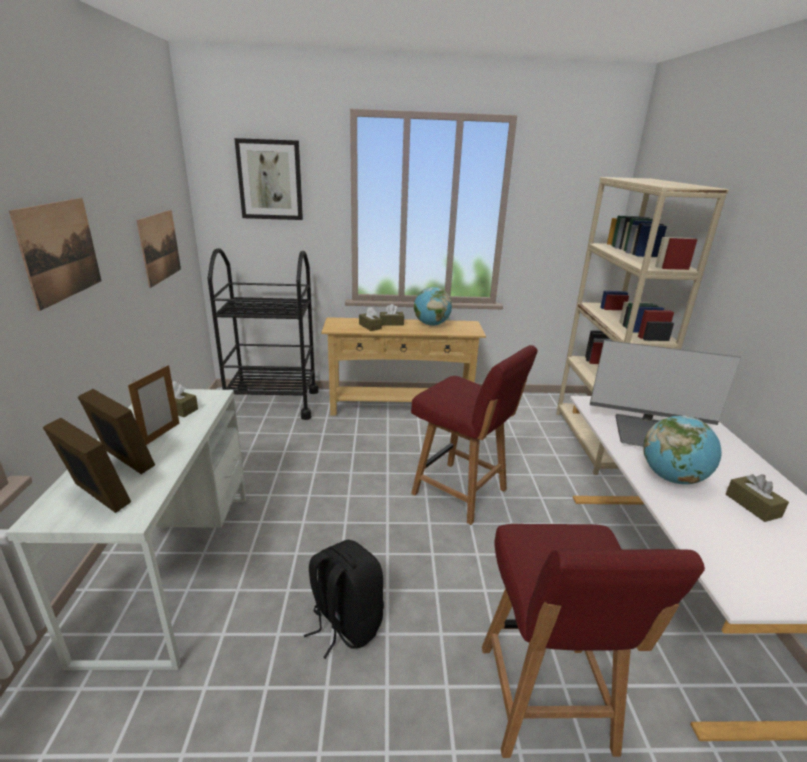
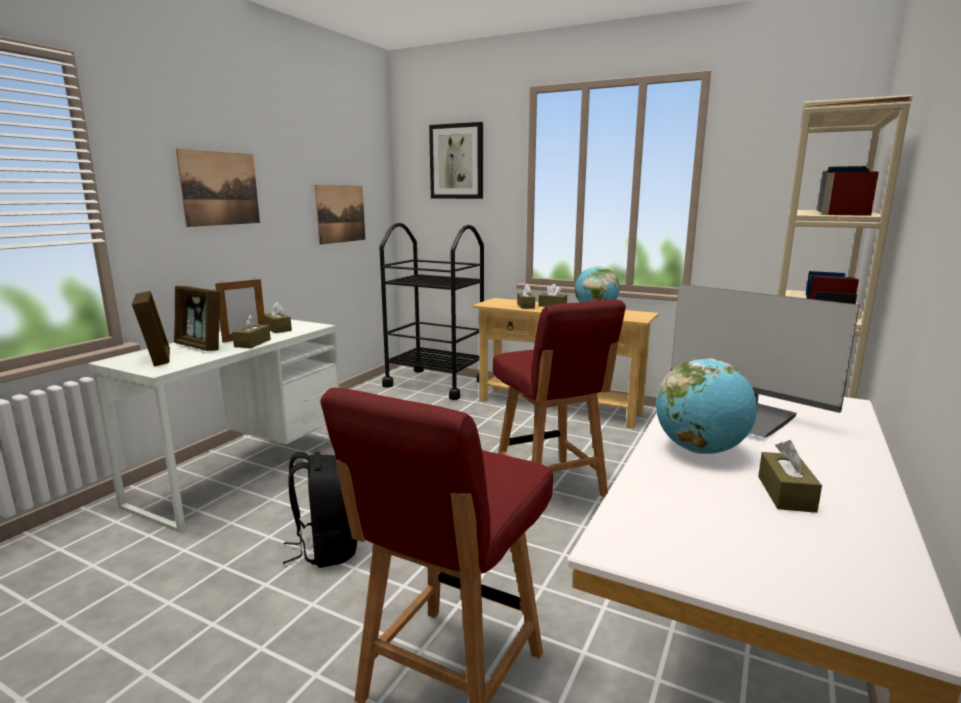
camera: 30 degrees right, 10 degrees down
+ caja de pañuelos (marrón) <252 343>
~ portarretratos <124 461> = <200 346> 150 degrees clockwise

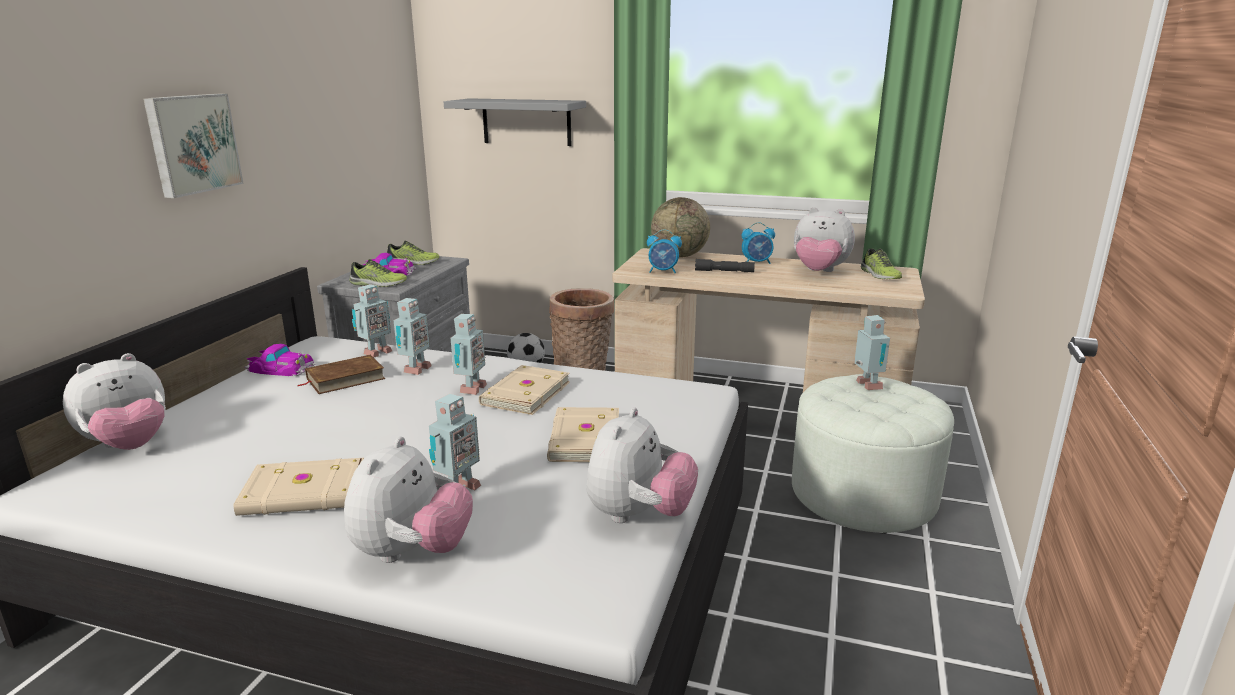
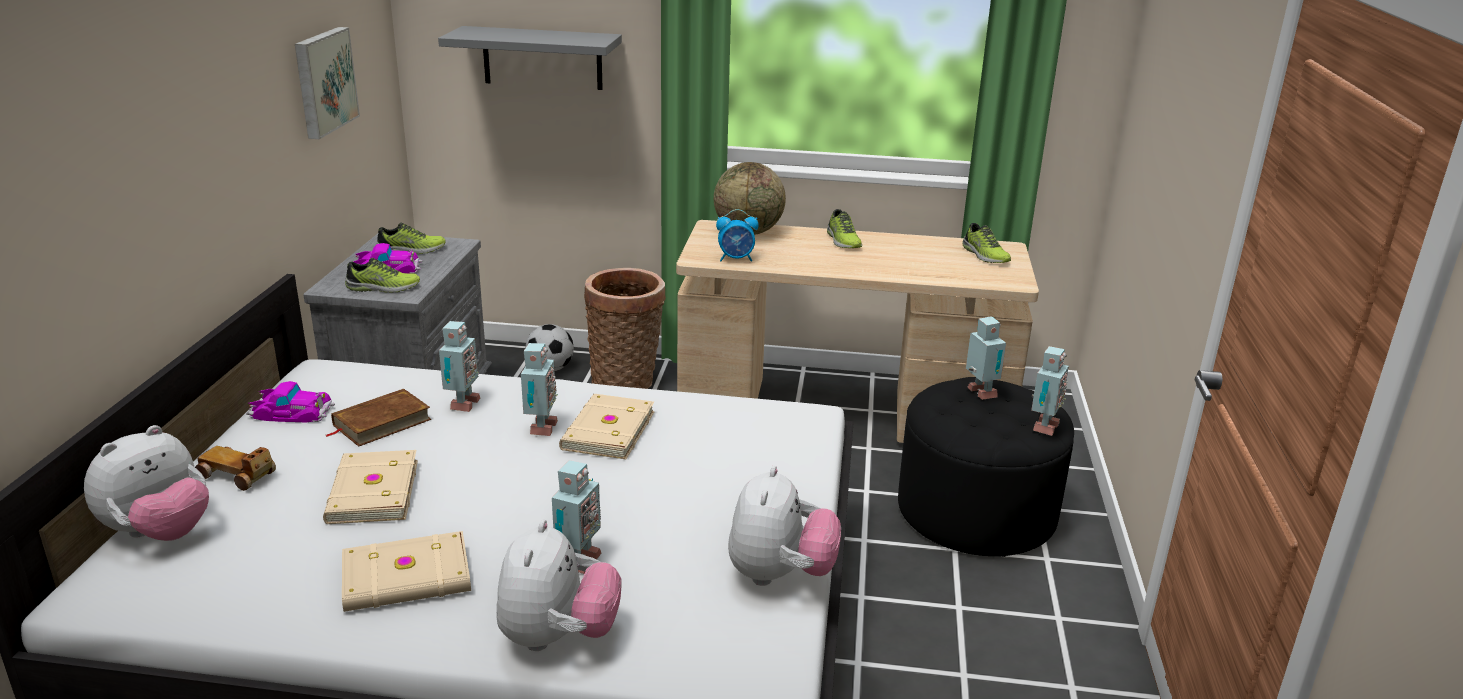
camera: 10 degrees left, 5 degrees up
- linterna (gris) <724 271>
- peluche <819 272>
+ coche de juguete <238 476>
~ cuadro <192 143> to <323 81>
~ robot de juguete <376 353> to <1042 427>
~ libro (beis) <583 439> to <370 492>
~ despertador <757 263> to zapato <842 241>
~ puf (blanco) <863 494> to puf (negro) <976 512>

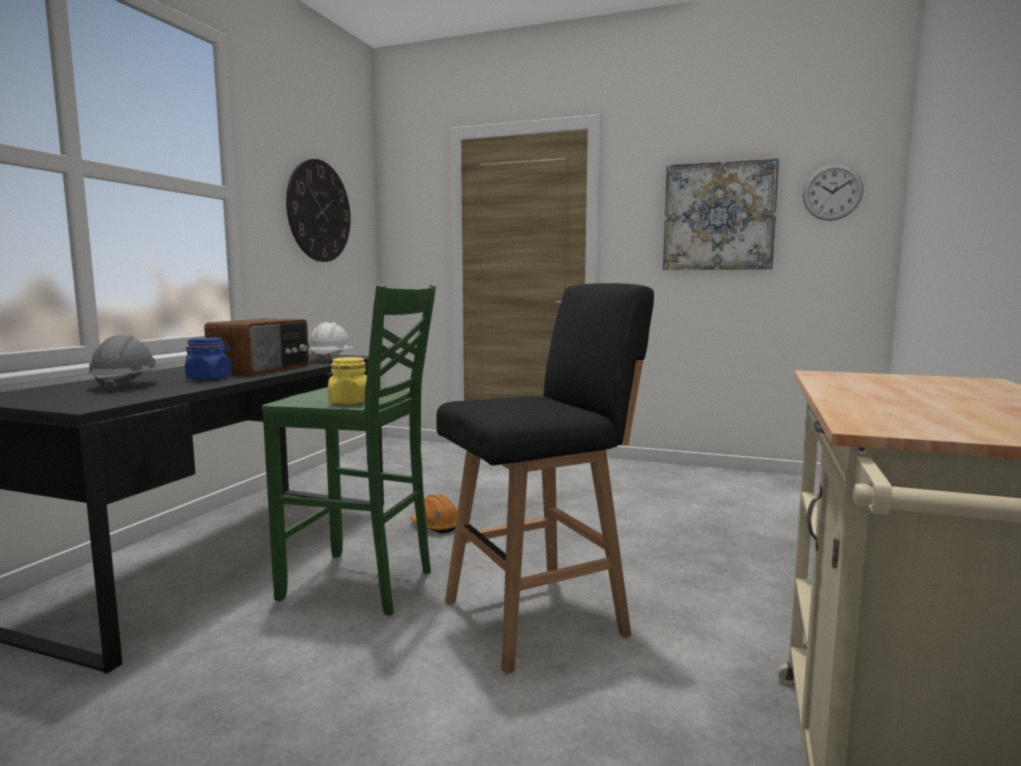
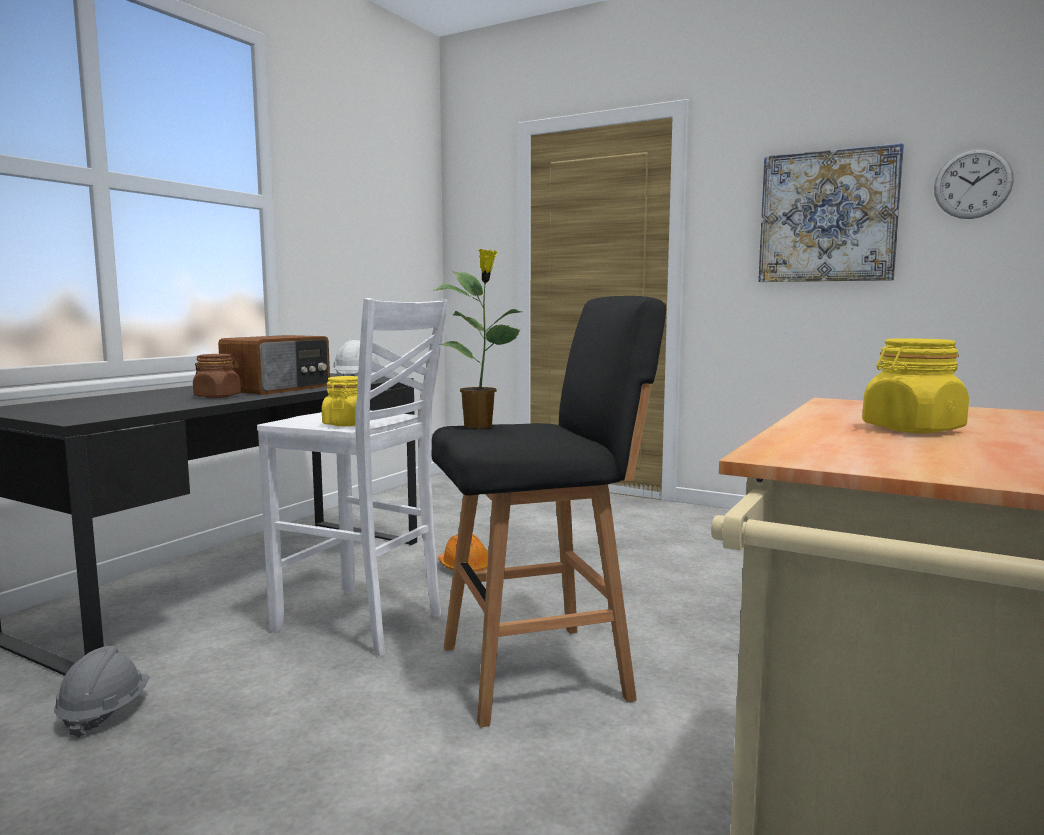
camera: 10 degrees right, 0 degrees up
- reloj de pared <319 211>
+ planta en maceta <480 426>
+ tarro (amarillo) <912 429>
~ casco (gris) <126 385> to <104 713>
~ tarro (azul) <209 378> to tarro (marrón) <218 396>
~ taburete (verde) <361 585> to taburete (blanco) <362 623>

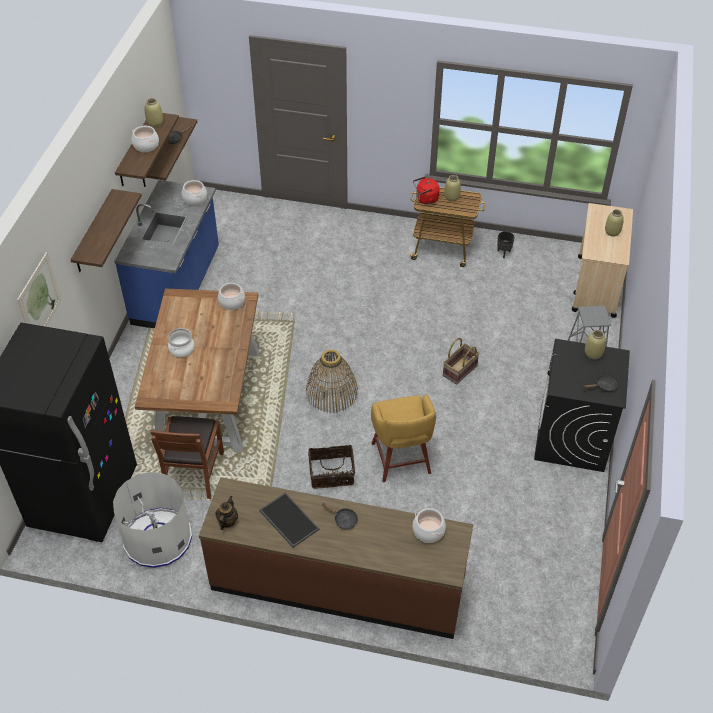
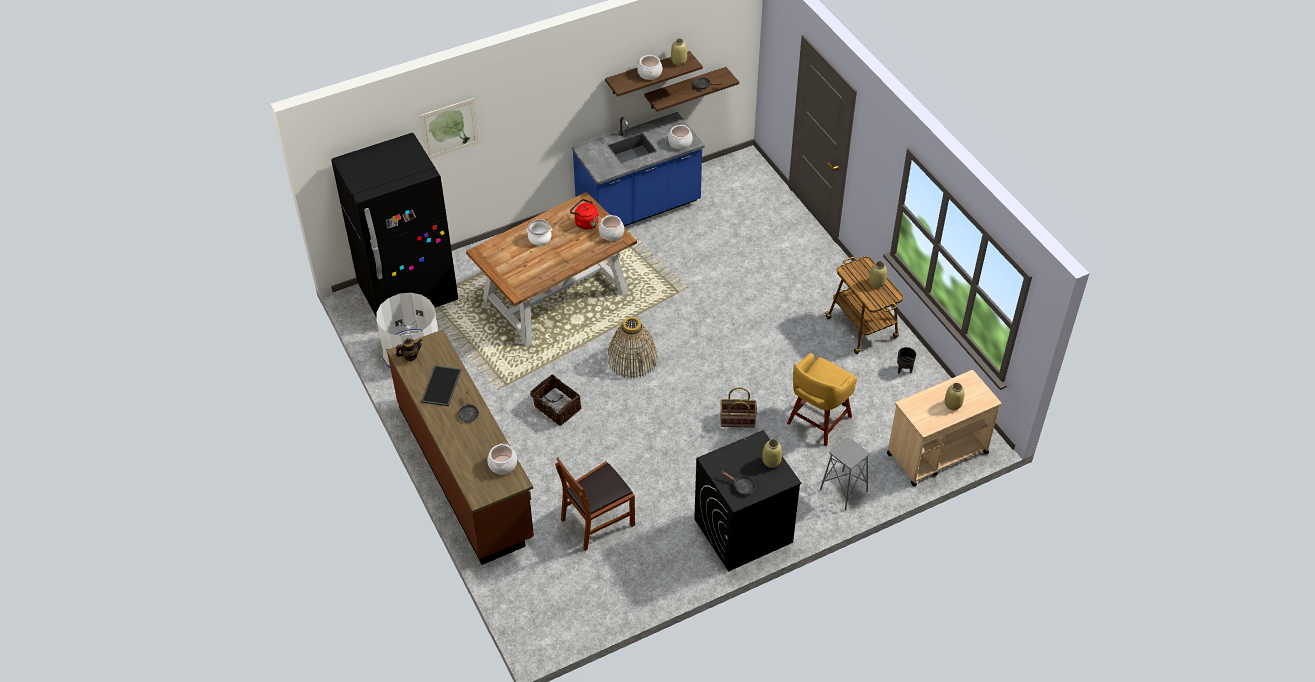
camera: 50 degrees right, 0 degrees up
- estante <94 232>
~ silla (marrón) <193 472> to <597 521>
~ taburete (amarillo) <401 460> to <817 421>
~ hervidor (rojo) <425 199> to <585 223>

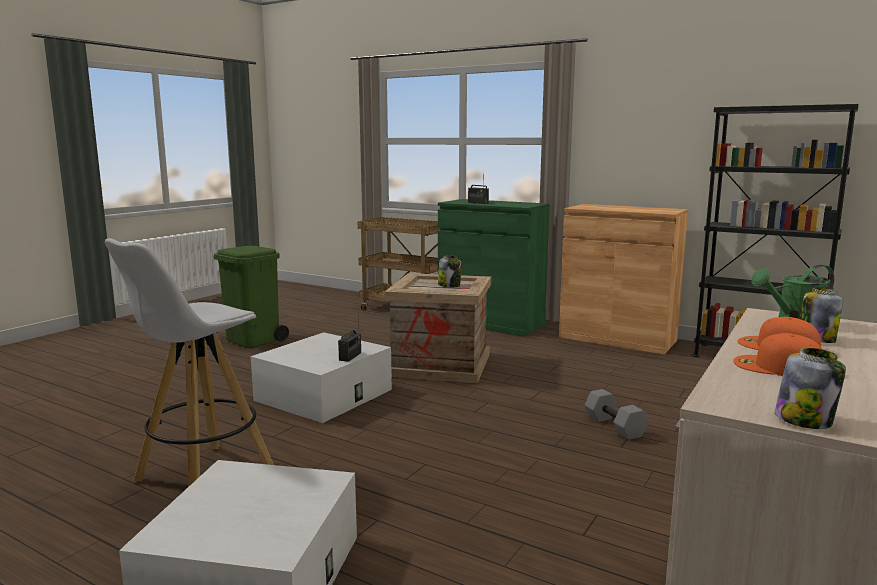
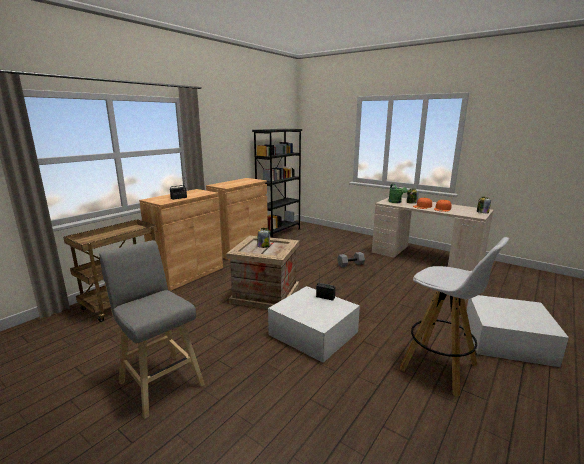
camera: 85 degrees left, 5 degrees up
~ papelera (verde) <253 340> to taburete (gris) <160 381>
~ armario (verde) <491 323> to armario (marrón) <188 274>

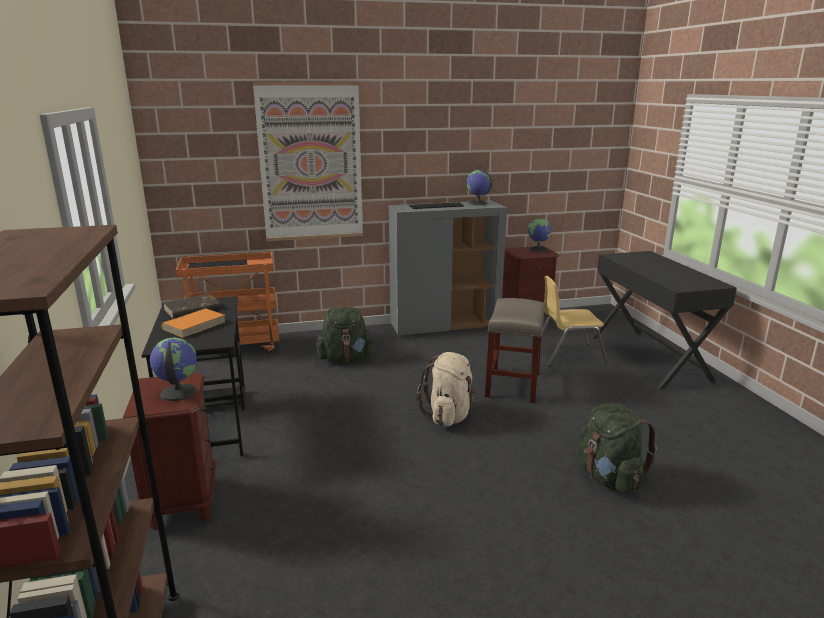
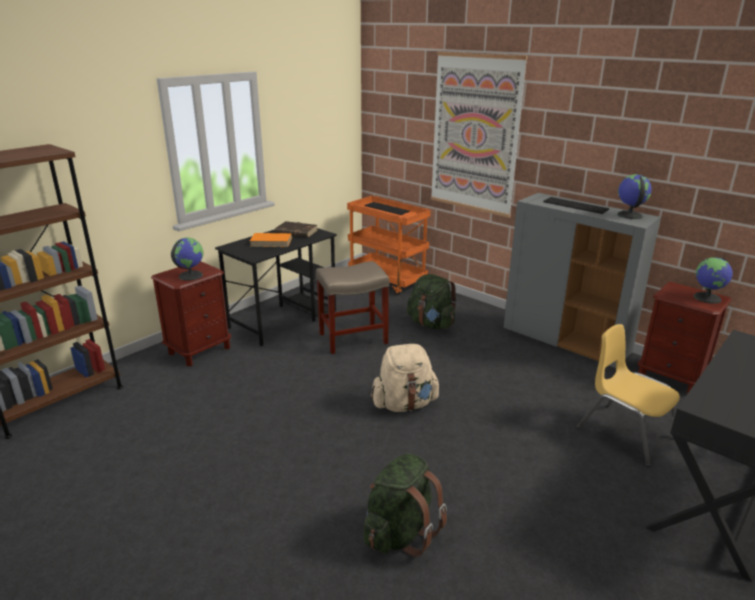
camera: 55 degrees right, 5 degrees up
~ taburete (beis) <513 385> to <352 339>

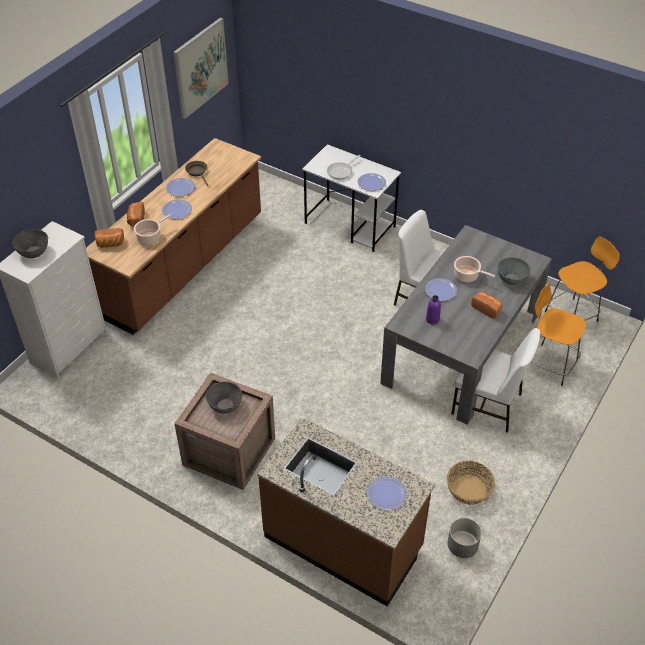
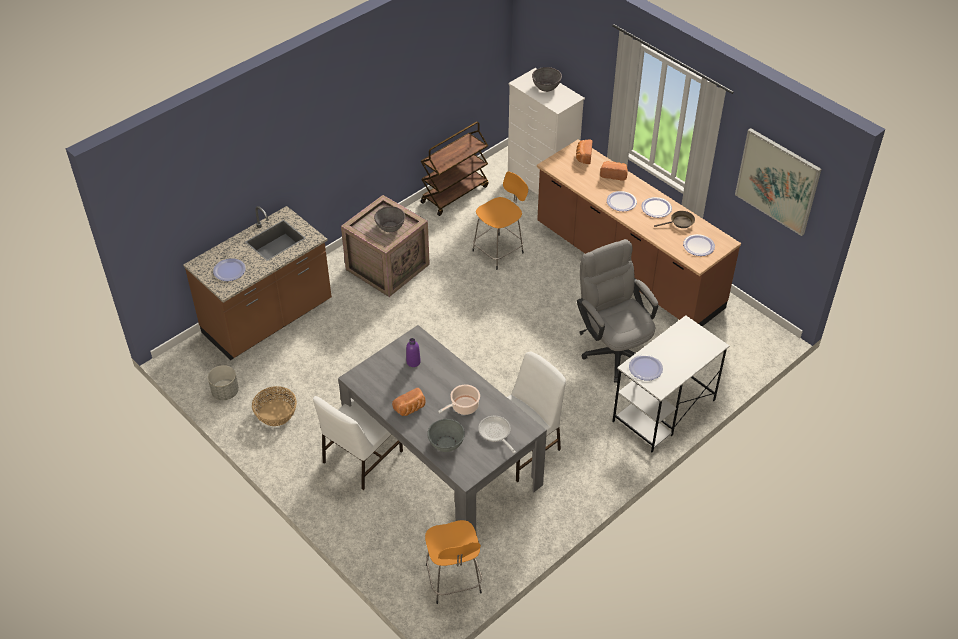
camera: 105 degrees right, 0 degrees up
- olla <150 237>
+ carrito (marrón) <455 194>
+ silla de oficina (gris) <613 348>
~ sartén <341 171> to <496 433>
~ plato <440 290> to <698 246>
~ taburete (naranja) <549 364> to <499 251>

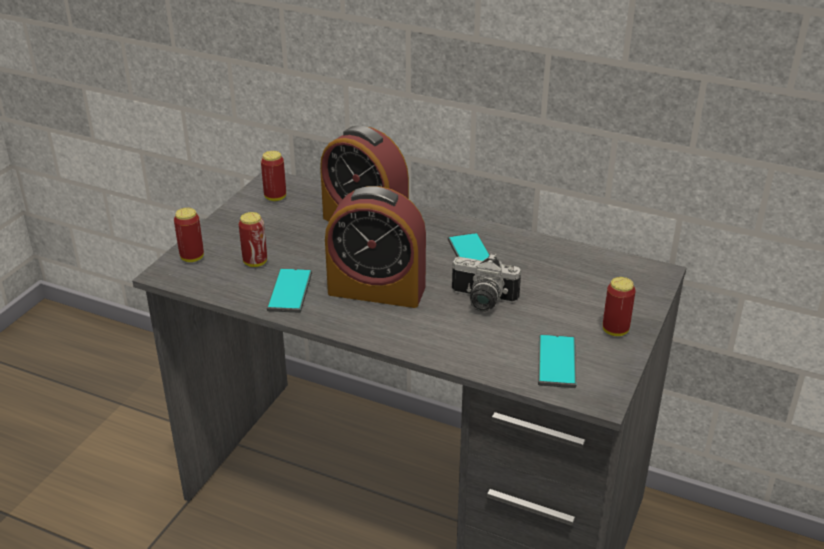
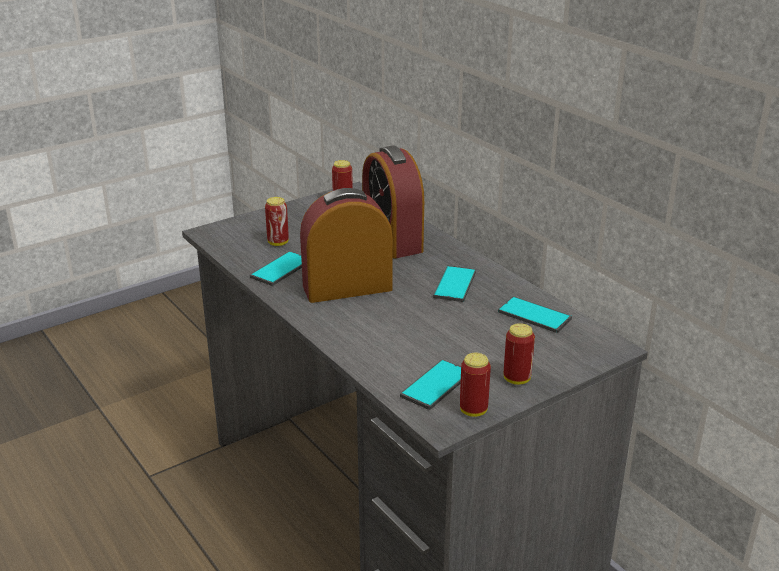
camera: 30 degrees right, 5 degrees down
- cámara <481 301>
+ móvil <534 315>
~ lata <192 257> to <473 410>
~ despertador <376 290> = <347 288> 120 degrees clockwise

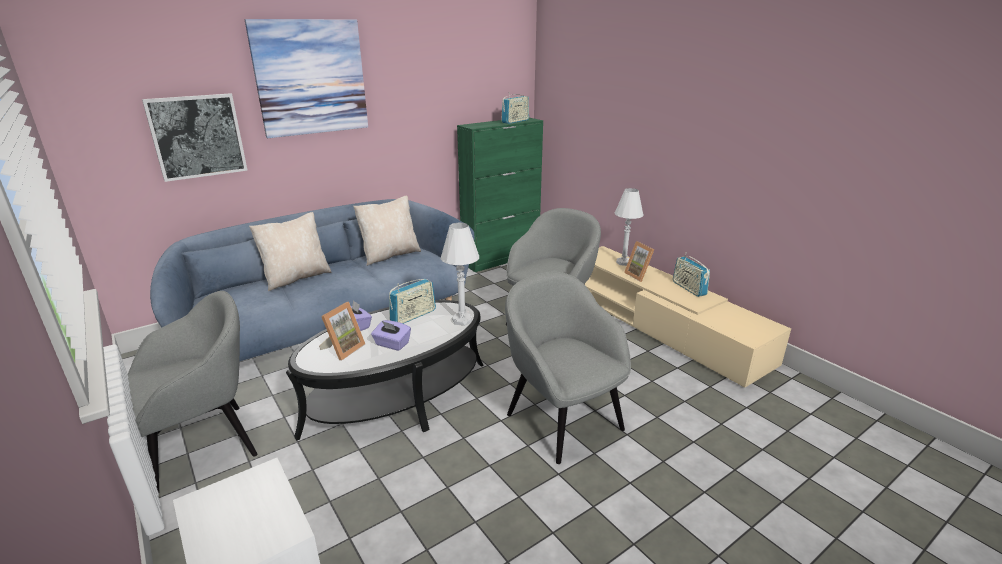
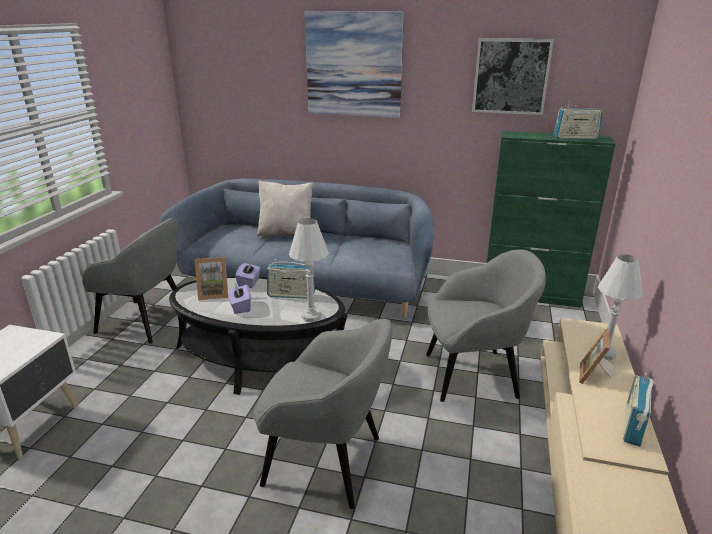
camera: 50 degrees right, 0 degrees up
- cojín (beis) <390 255>
~ cuadro <197 136> to <511 76>
~ sillón (gris) <562 420> = <326 461> 90 degrees clockwise

